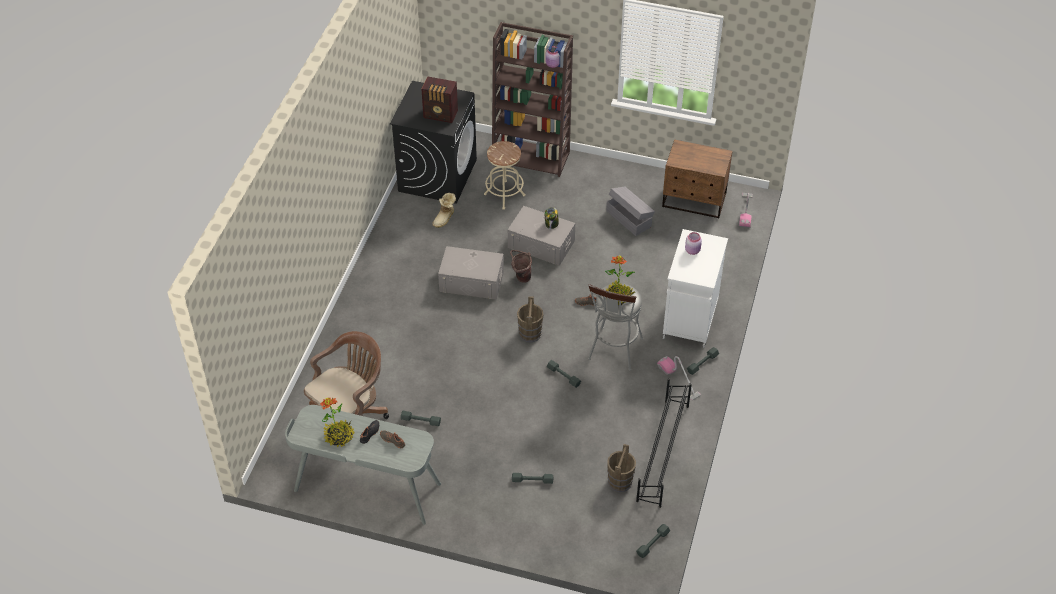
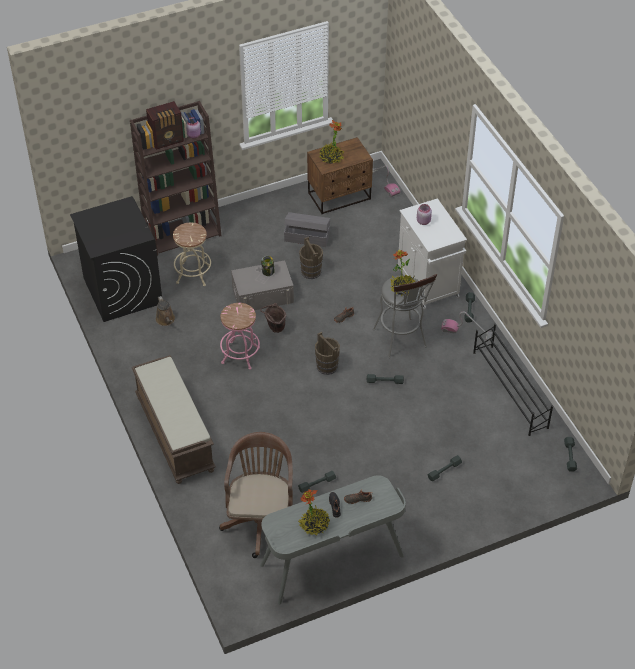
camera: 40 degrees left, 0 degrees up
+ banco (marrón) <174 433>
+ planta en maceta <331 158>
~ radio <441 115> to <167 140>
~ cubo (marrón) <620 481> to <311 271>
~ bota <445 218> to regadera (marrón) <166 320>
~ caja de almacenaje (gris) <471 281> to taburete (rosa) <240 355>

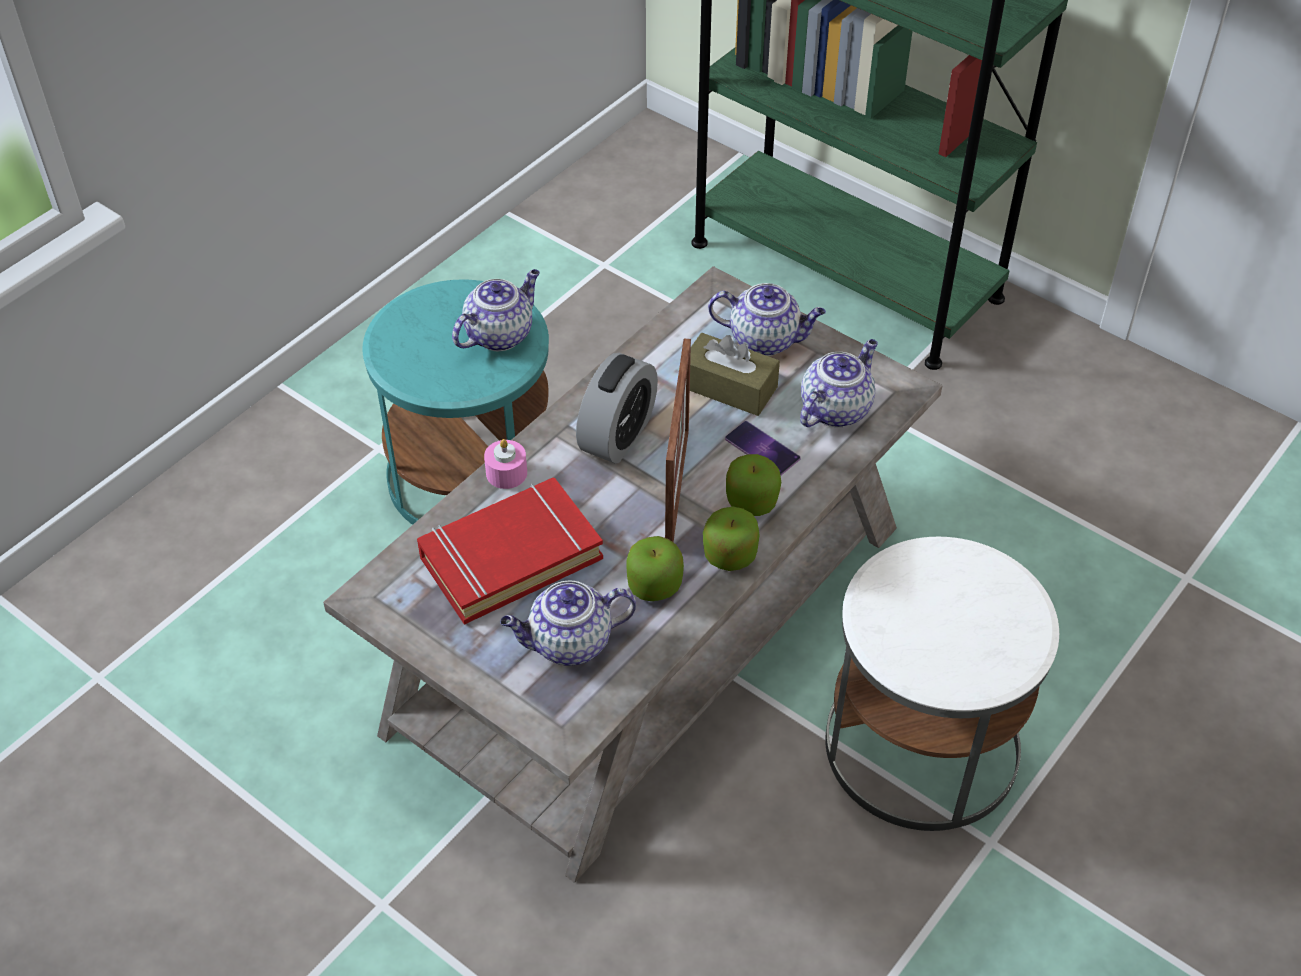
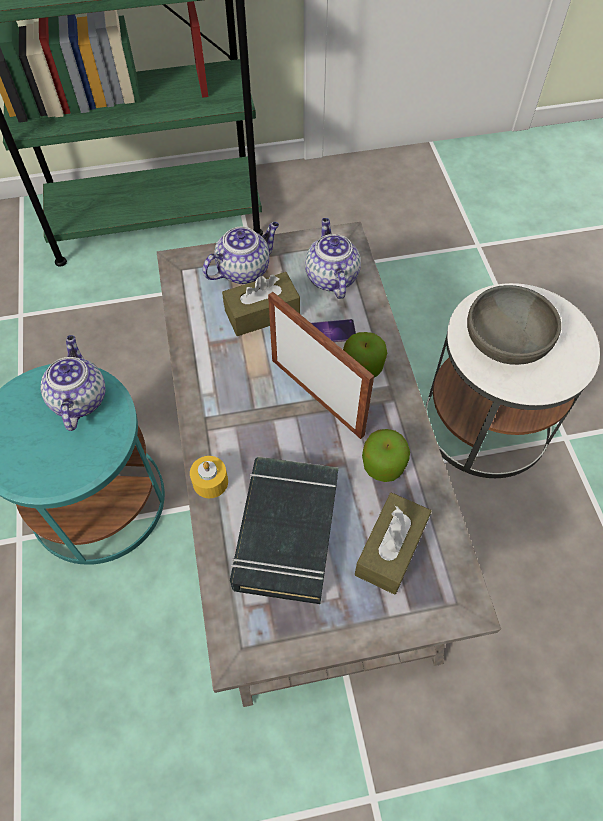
camera: 50 degrees left, 10 degrees up
- despertador <618 436>
- manzana <730 555>
+ cuenco (gris) <506 341>
~ tetera <569 643> to caja de pañuelos (marrón) <390 549>
~ libro (rojo) <510 557> to libro (negro) <285 532>
~ vela (rosa) <506 473> to vela (amarillo) <210 482>

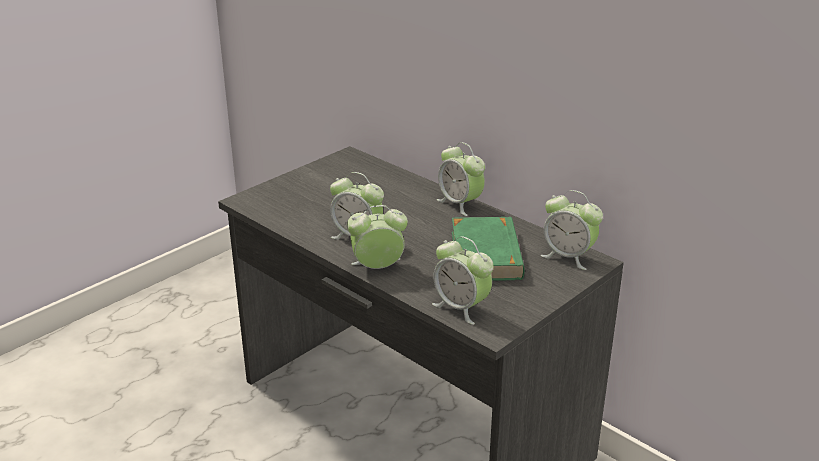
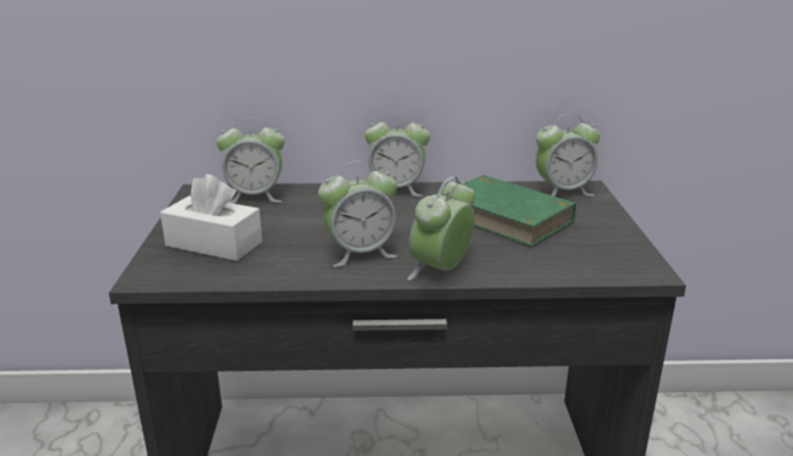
camera: 45 degrees left, 5 degrees down
+ caja de pañuelos (blanco) <214 244>
~ despertador <461 308> to <255 197>

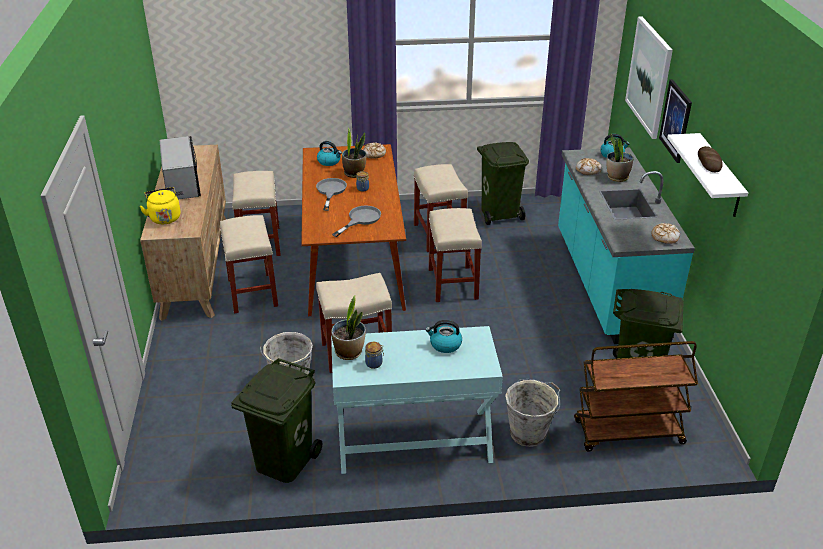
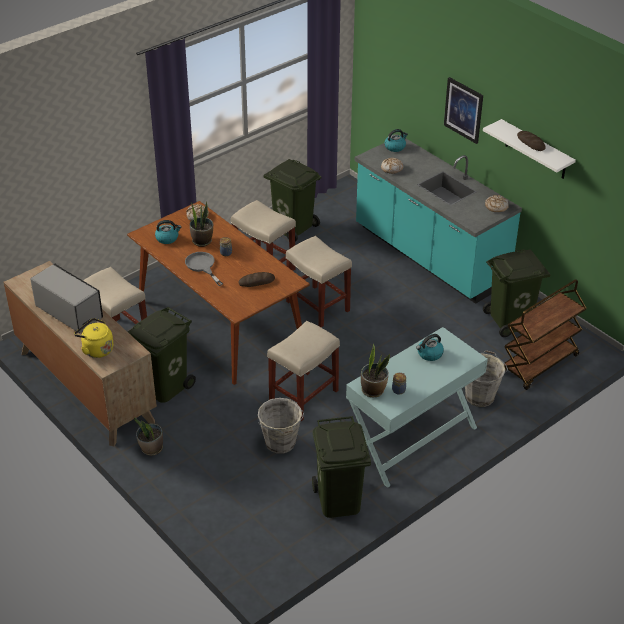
camera: 35 degrees left, 5 degrees up
- cuadro <649 76>
~ planta en maceta <617 177> to <151 449>
~ taburete (beis) <252 292> to papelera (verde) <164 386>
~ sartén (gris) <360 219> to pan <256 281>

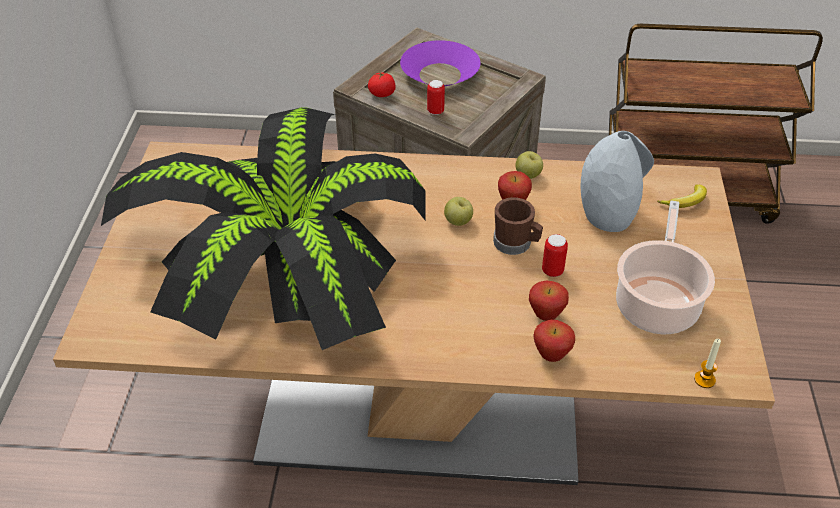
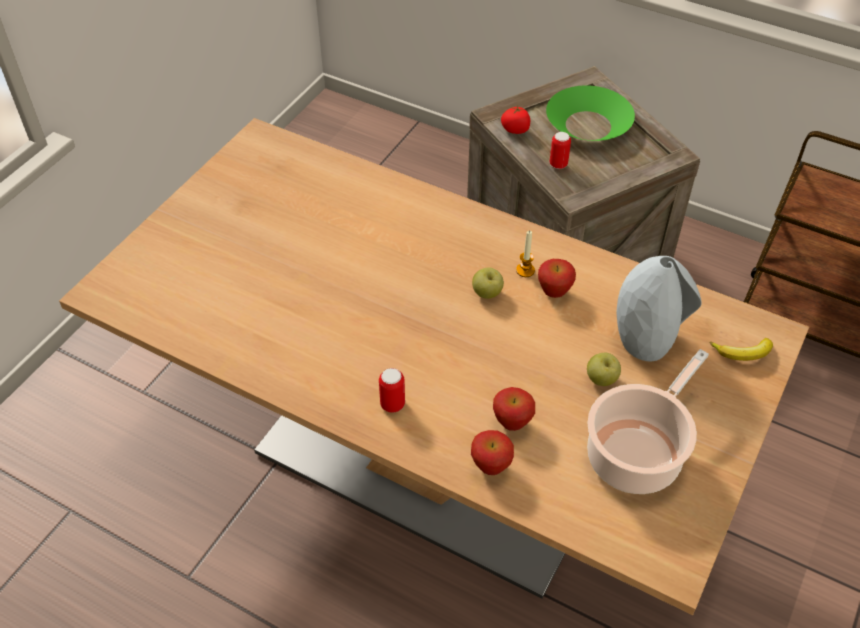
camera: 25 degrees right, 5 degrees up
- planta en maceta <282 256>
- taza grande (marrón) <516 244>
~ manzana <528 175> to <601 379>
~ lata <552 271> to <392 404>
~ vela <704 380> to <525 270>
~ cuenco (morado) <440 75> to cuenco (verde) <588 125>

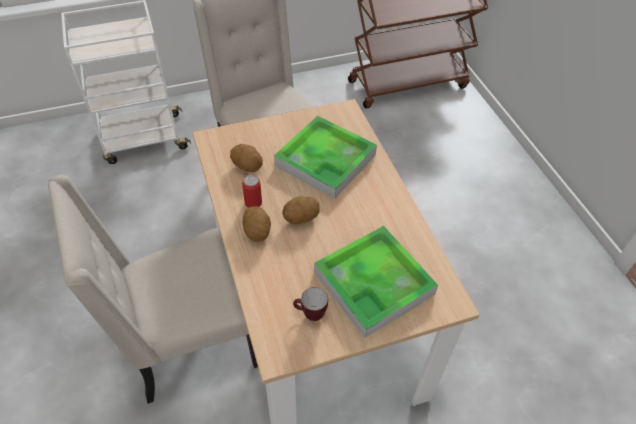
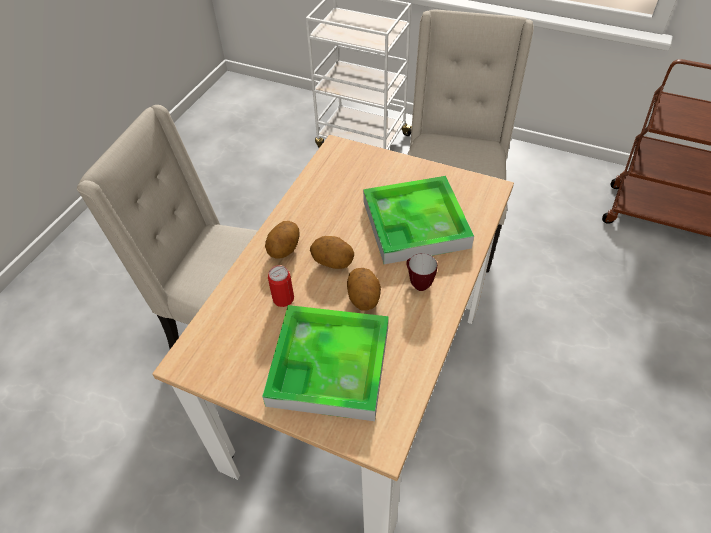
camera: 45 degrees right, 0 degrees up
~ patata <247 166> to <364 298>
~ lata <253 202> to <283 298>
~ taza grande <310 315> to <417 283>

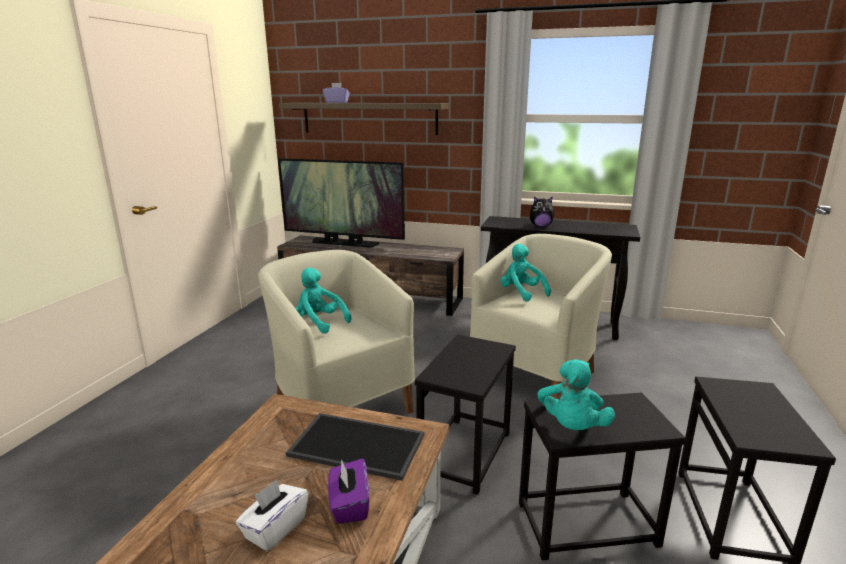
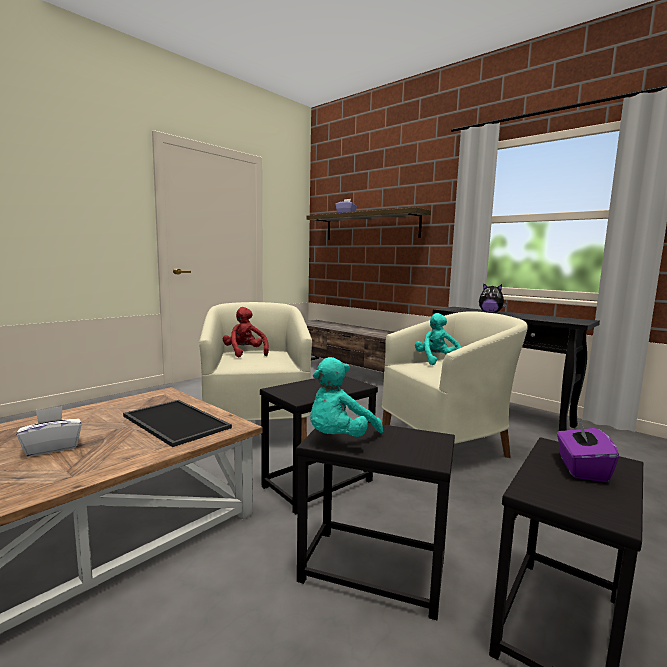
camera: 25 degrees right, 10 degrees down
- televisor <344 243>
~ caja de pañuelos (morado) <349 505> to <581 468>
~ peluche (turquesa) <319 323> to peluche (rojo) <245 353>

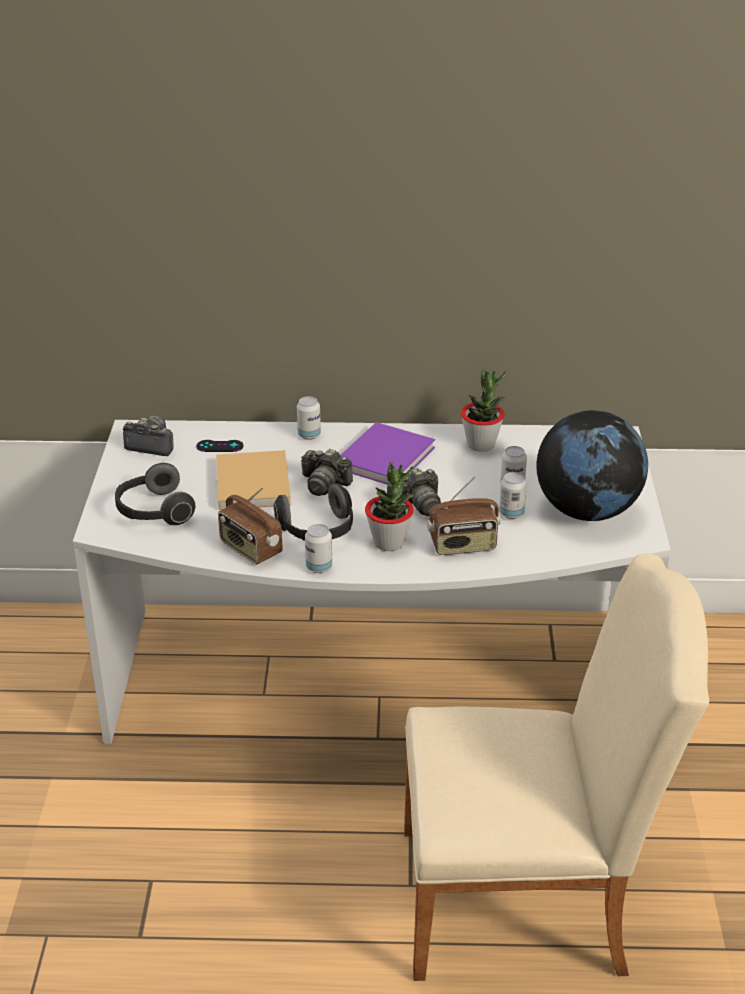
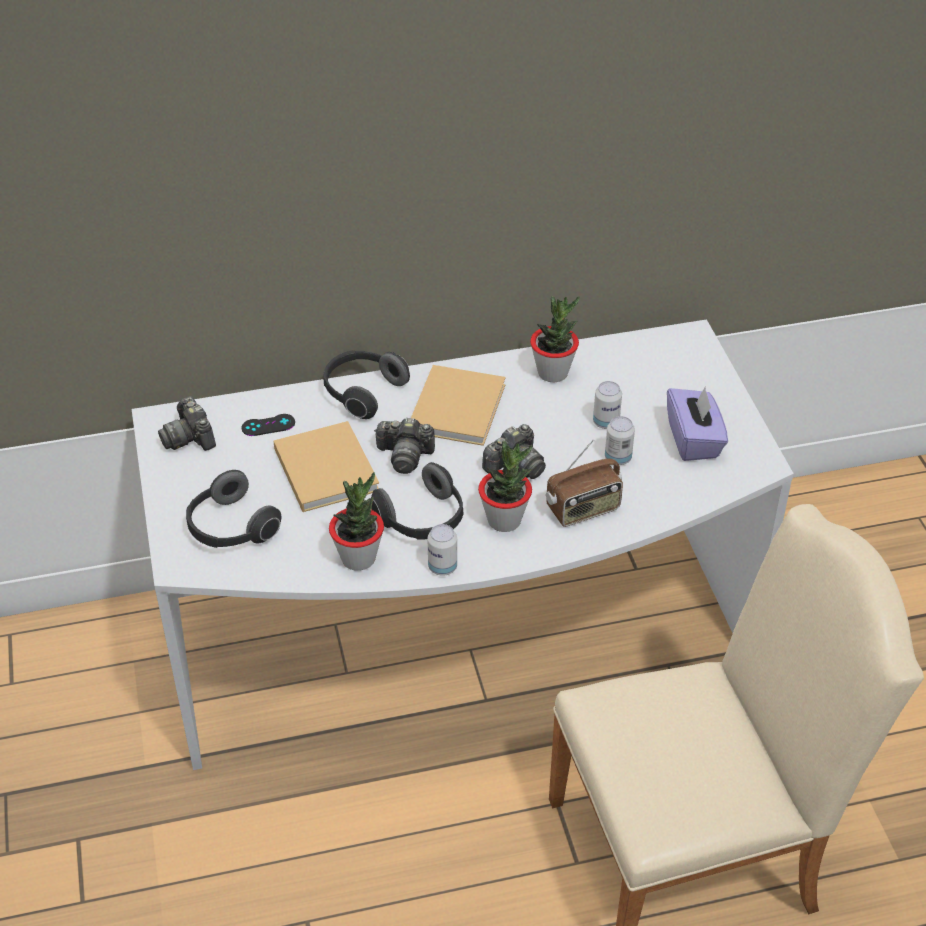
camera: 15 degrees left, 10 degrees up
~ radio <250 549> to planta en maceta <358 558>
~ lata <309 435> to auriculares <362 392>
~ globo terráqueo <587 511> to caja de pañuelos (morado) <694 440>
~ libro (morado) <387 456> to libro (beis) <458 406>
~ cámara <151 445> = <189 437> 120 degrees counterclockwise

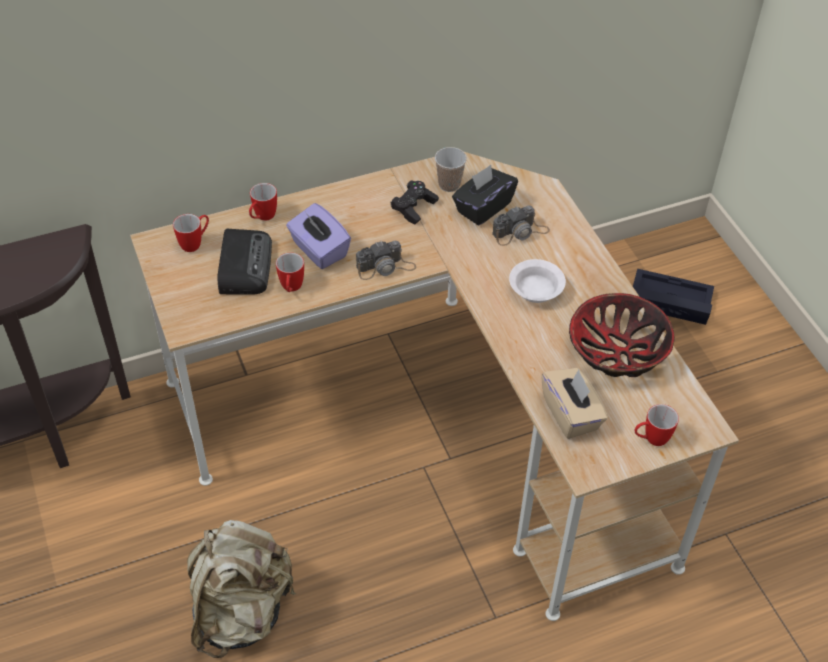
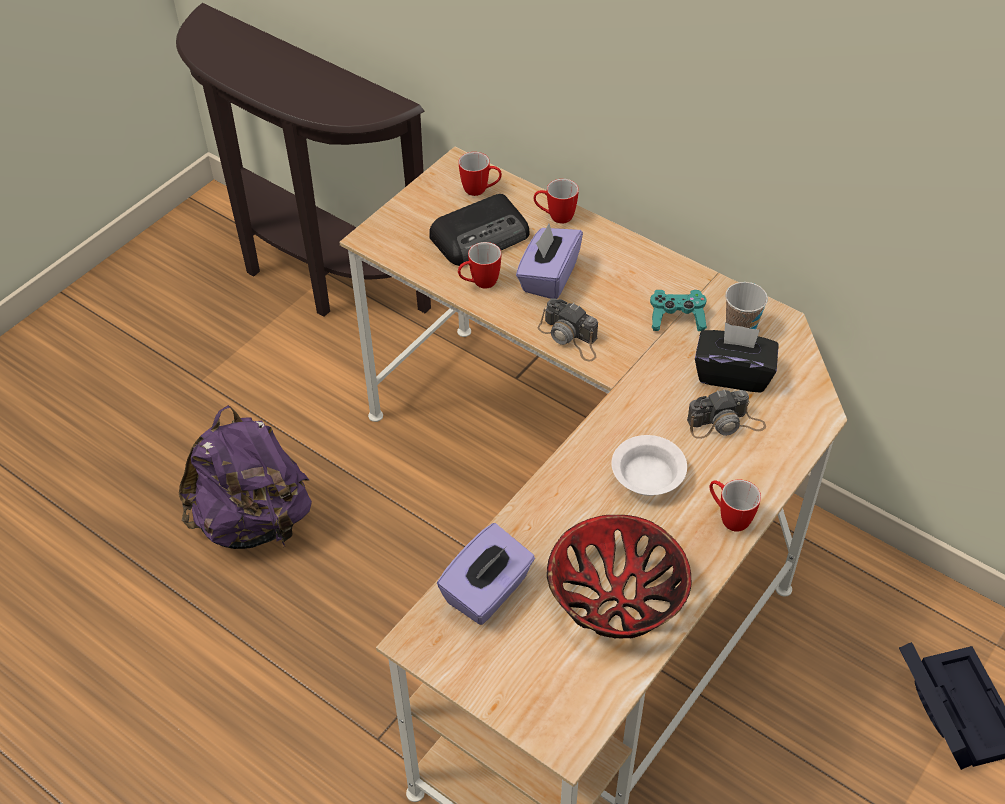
camera: 60 degrees right, 0 degrees up
~ taza grande <651 439> to <728 517>
~ mochila (beis) <241 612> to mochila (morado) <254 521>
~ mando de consola (negro) <414 208> to mando de consola (turquesa) <676 318>
~ caja de pañuelos (beis) <571 414> to caja de pañuelos (morado) <487 591>
~ cámara <520 232> = <725 423> 45 degrees counterclockwise

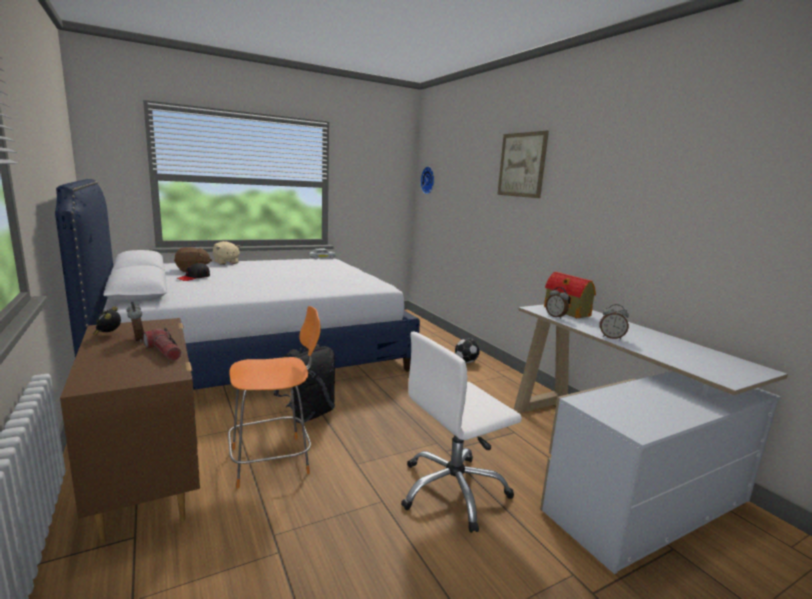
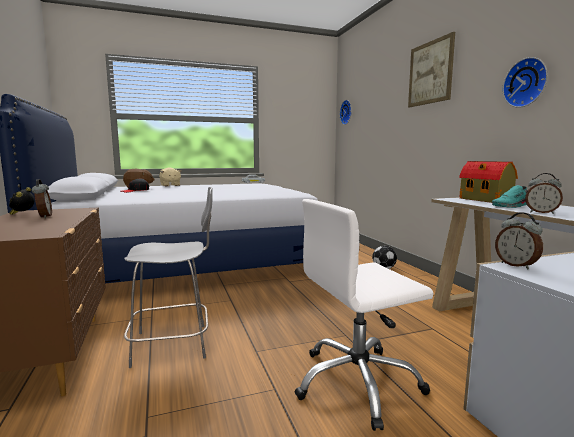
camera: 10 degrees right, 5 degrees down
- linterna <164 352>
- mochila (negro) <308 414>
+ zapato (turquesa) <512 206>
+ reloj de pared <526 83>
~ despertador <555 316> to <516 265>
~ silla (naranja) <273 460> to silla (gris) <174 344>

